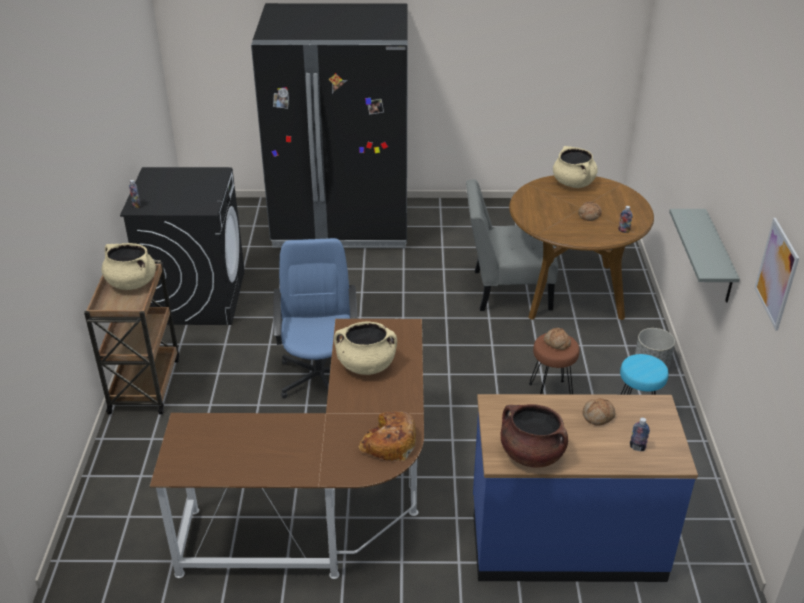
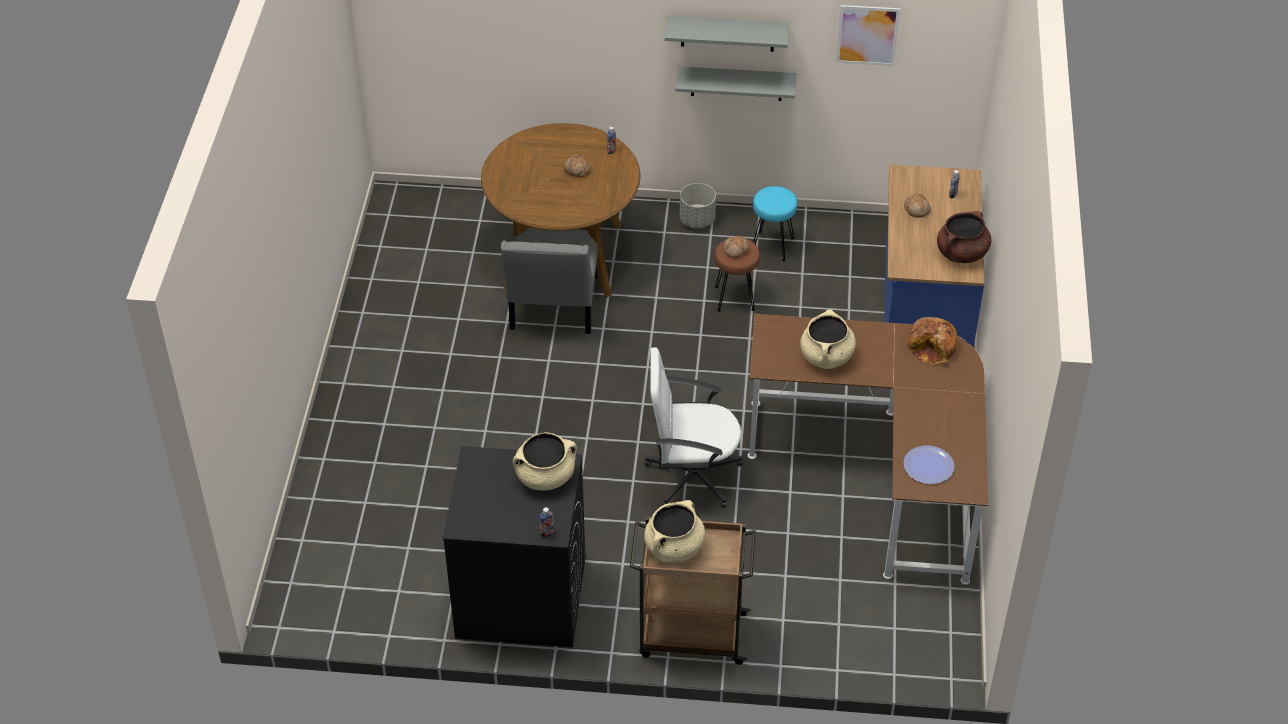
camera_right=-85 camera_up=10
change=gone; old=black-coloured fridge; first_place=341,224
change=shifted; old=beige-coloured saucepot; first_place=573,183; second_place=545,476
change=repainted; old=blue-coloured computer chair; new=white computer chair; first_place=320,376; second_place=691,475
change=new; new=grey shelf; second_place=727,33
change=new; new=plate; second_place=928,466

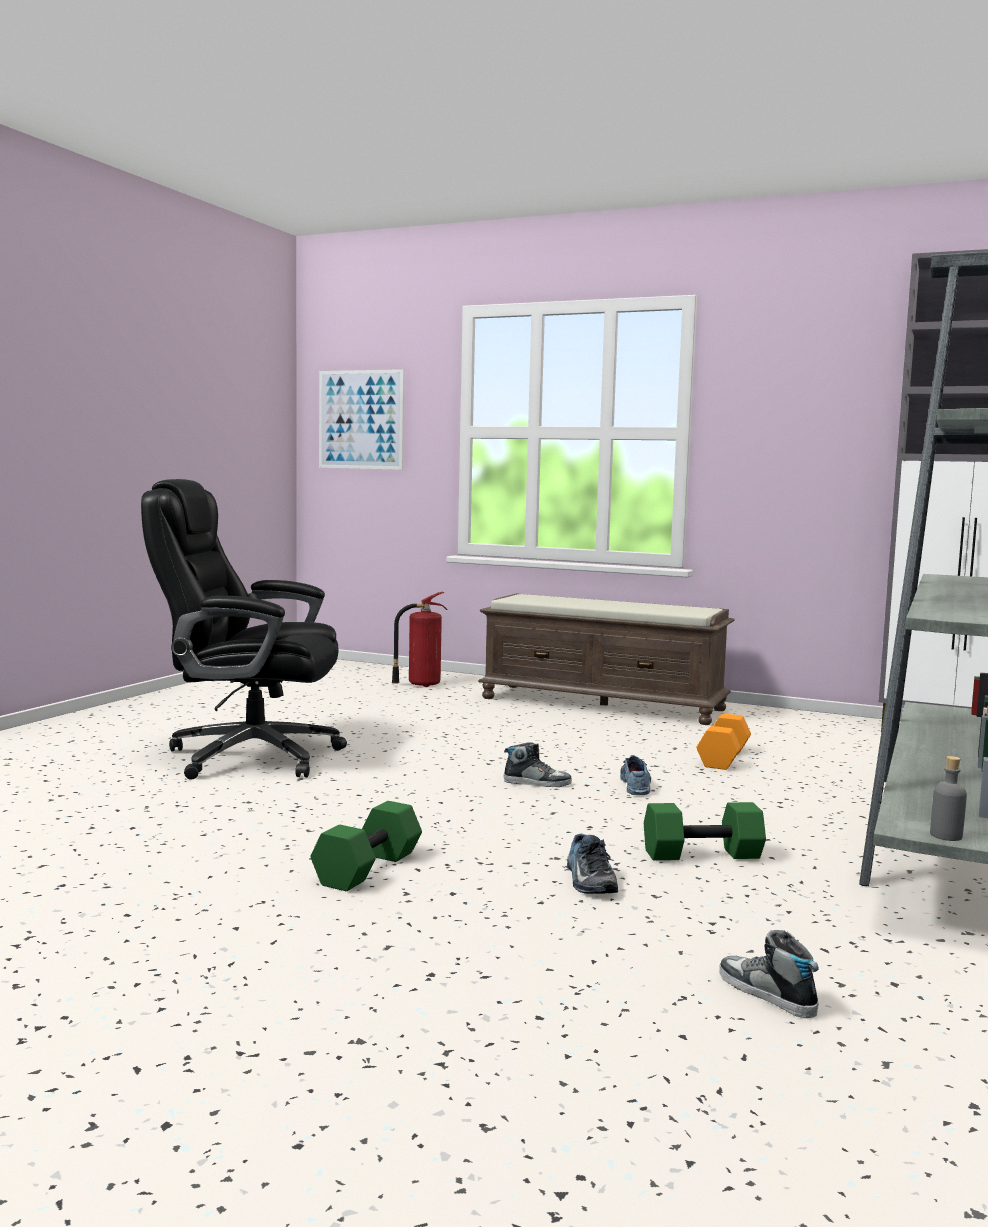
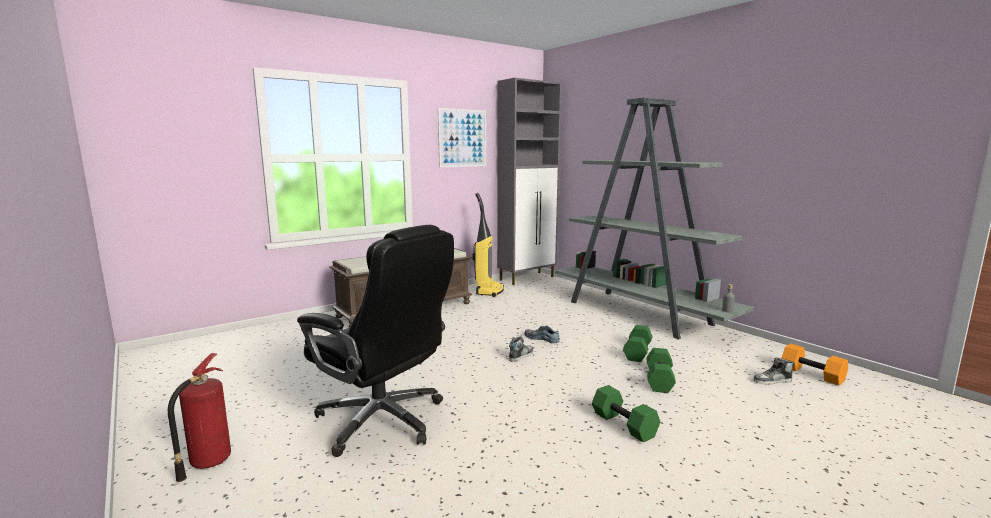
camera_right=-60 camera_up=5
change=shifted; old=picture; first_place=361,419; second_place=462,138
change=rotated; old=black-coloured computer chair; first_place=249,756; second_place=383,421; degrees=-90
change=shifted; old=fire-fighting cylinder; first_place=421,684; second_place=208,462
change=shifted; old=orangey free weight; first_place=724,758; second_place=813,374
change=swapped; old=low shoe; new=greenish free weight; first_place=588,880; second_place=658,380
change=new; new=hoover; second_place=489,291

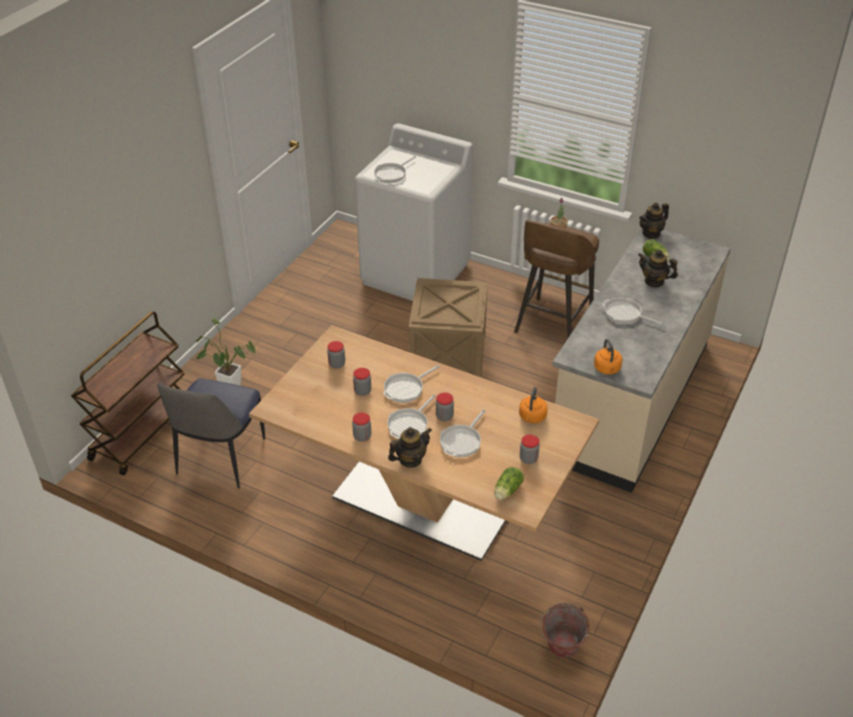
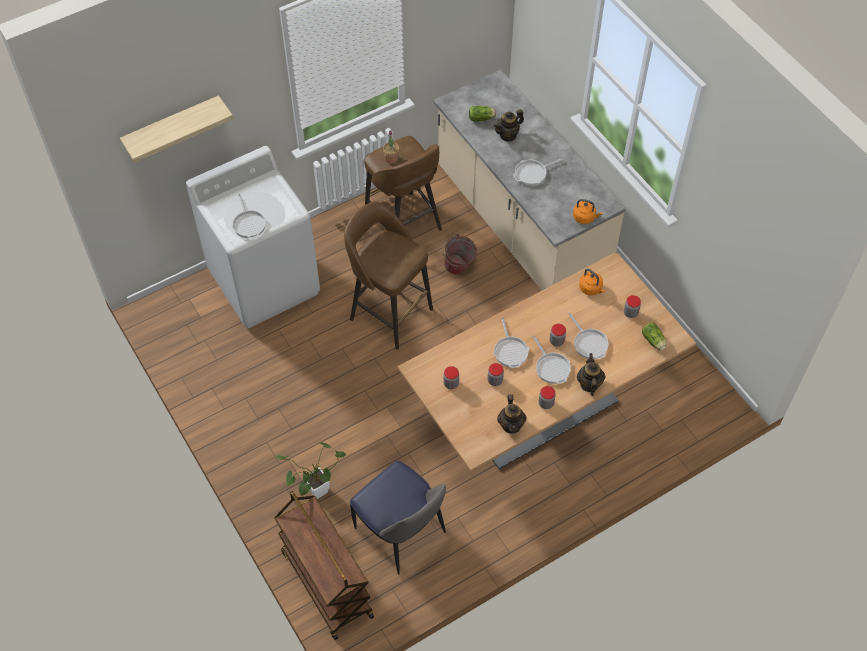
camera_right=-60 camera_up=15
change=shifted; old=teapot; first_place=651,233; second_place=511,425
change=swapped; old=crate; new=brownish sitting stool; first_place=448,355; second_place=389,313
change=shifted; old=bucket; first_place=560,651; second_place=459,270
change=new; new=shelf; second_place=172,128

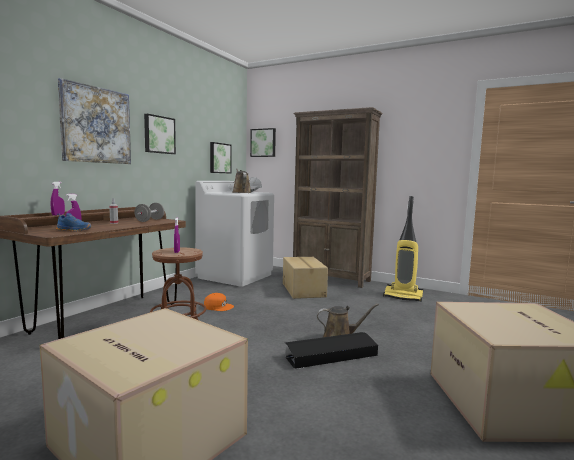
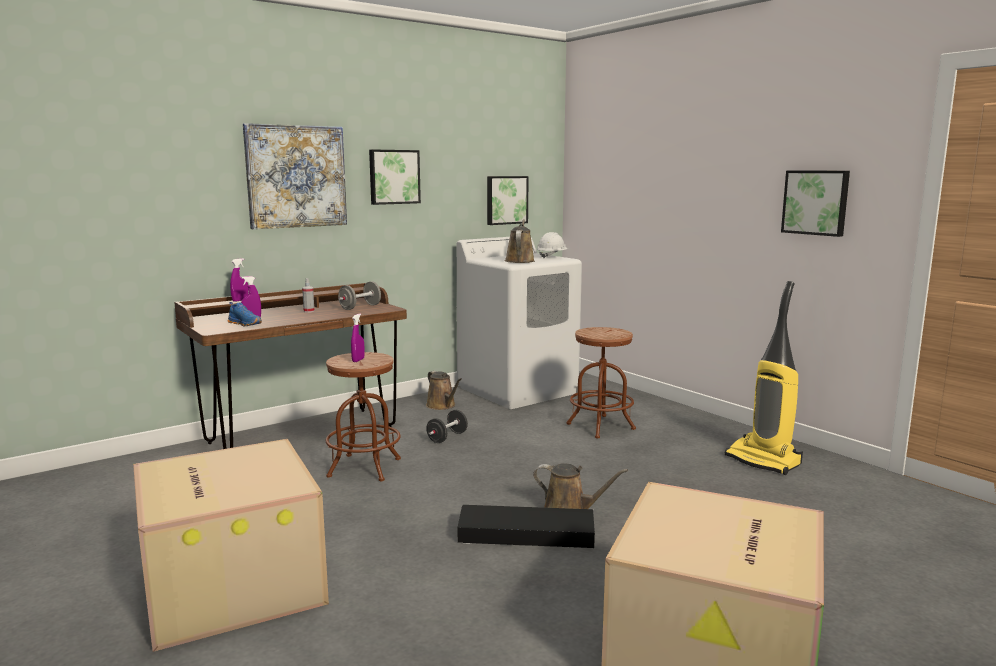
camera_right=25 camera_up=5
change=gone; old=brownish bookcase; first_place=331,279
change=shifted; old=picture; first_place=263,143; second_place=816,202
change=swapped; old=packing box; new=brownish sitting stool; first_place=304,290; second_place=600,426
change=swapped; old=orangey peaked cap; new=black-coloured free weight; first_place=218,306; second_place=447,437
change=new; new=brownish watering can; second_place=442,406

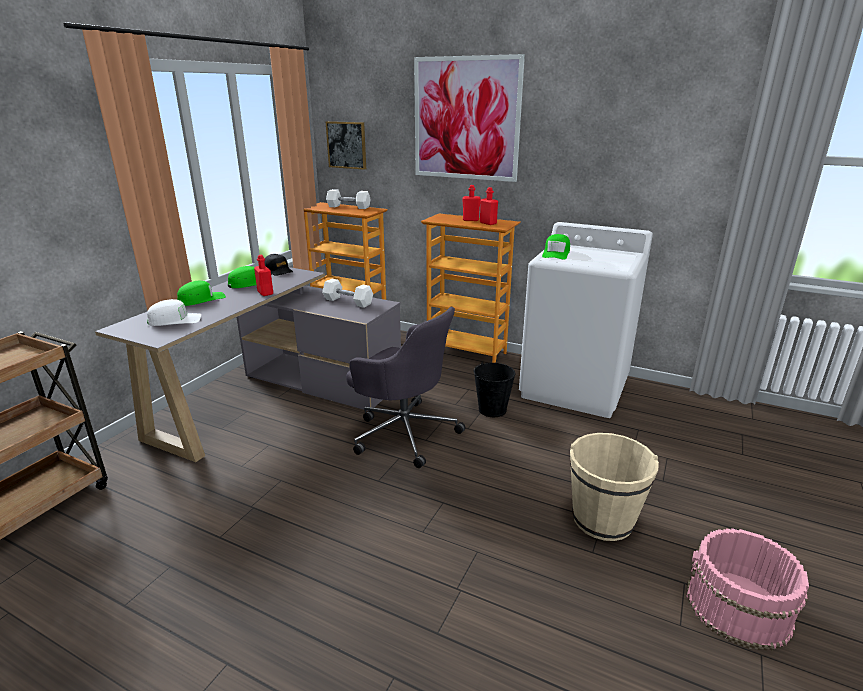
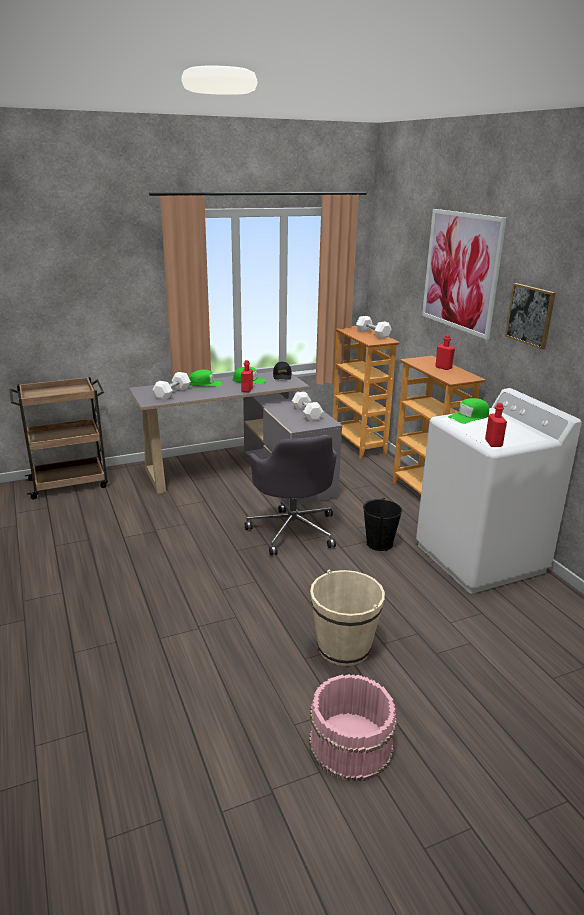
camera_right=40 camera_up=0
change=shifted; old=picture; first_place=346,145; second_place=530,315
change=shifted; old=red beverage bottle; first_place=488,223; second_place=493,443
change=swapped; old=white peaked cap; new=white free weight; first_place=175,320; second_place=172,393

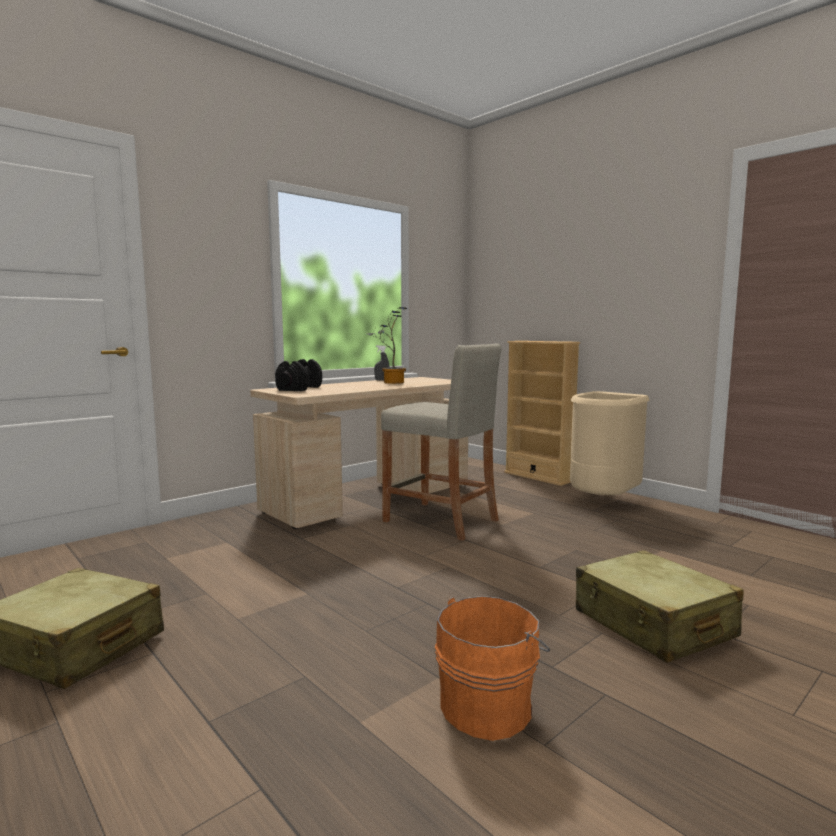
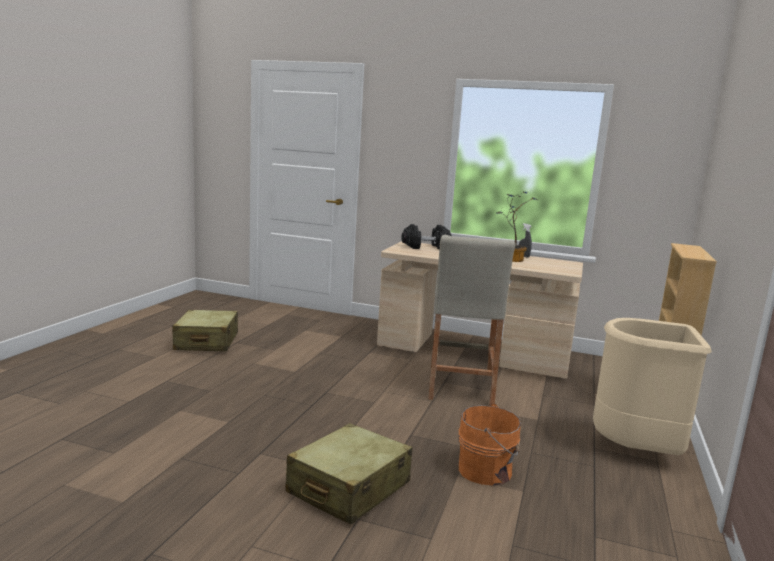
camera_right=60 camera_up=5
change=shifted; old=orangey bucket; first_place=489,706; second_place=487,471

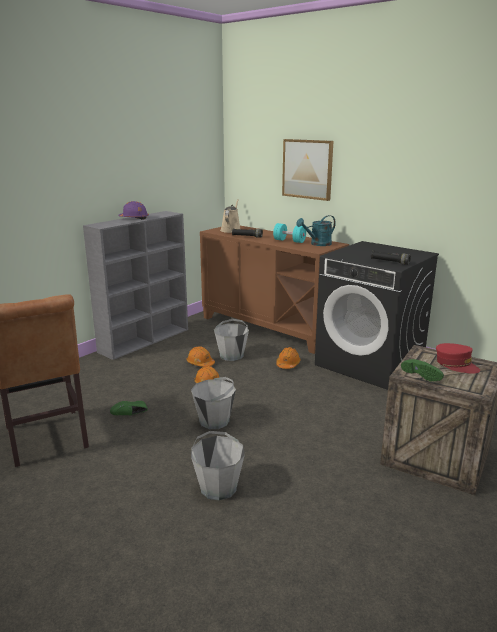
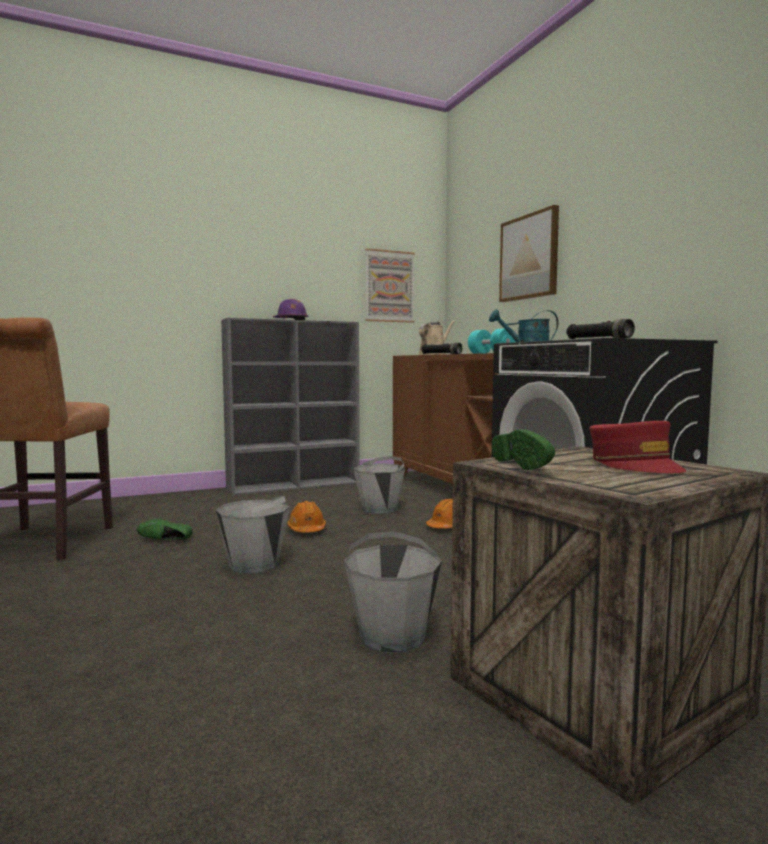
camera_right=25 camera_up=-15
change=gone; old=orangey safety helmet; first_place=200,363
change=shifted; old=grey bucket; first_place=218,487; second_place=392,636
change=new; new=picture; second_place=389,286

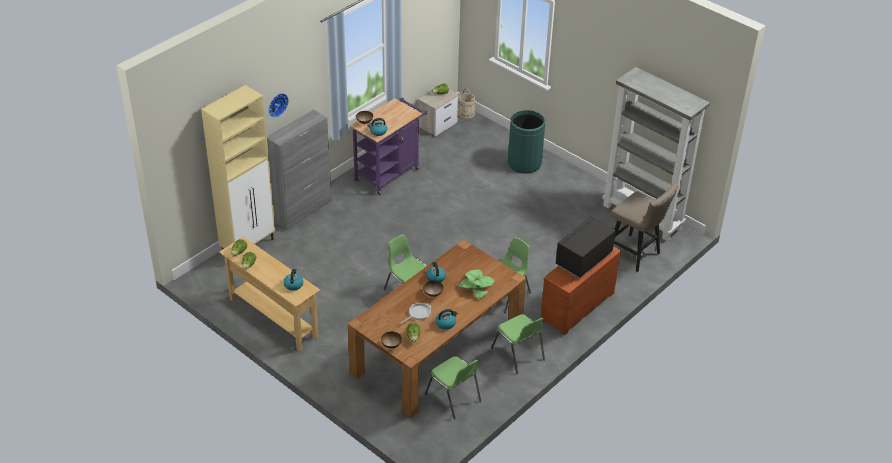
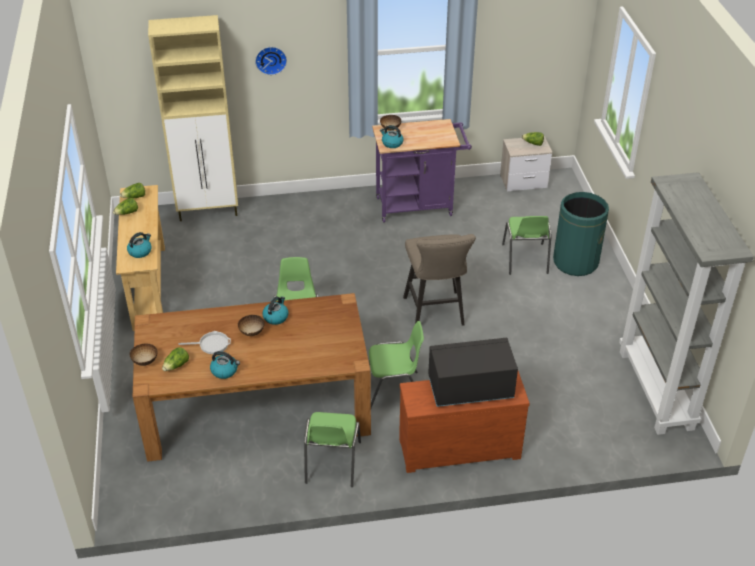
camera_right=40 camera_up=0
change=gone; old=beige-coloured bucket; first_place=466,113
change=gone; old=grey cupboard; first_place=303,211
change=shifted; old=beige-coloured sitting stool; first_place=636,255; second_place=435,314
change=gone; old=houseplant; first_place=476,286
change=shifted; old=greenish upright chair; first_place=453,398; second_place=525,259

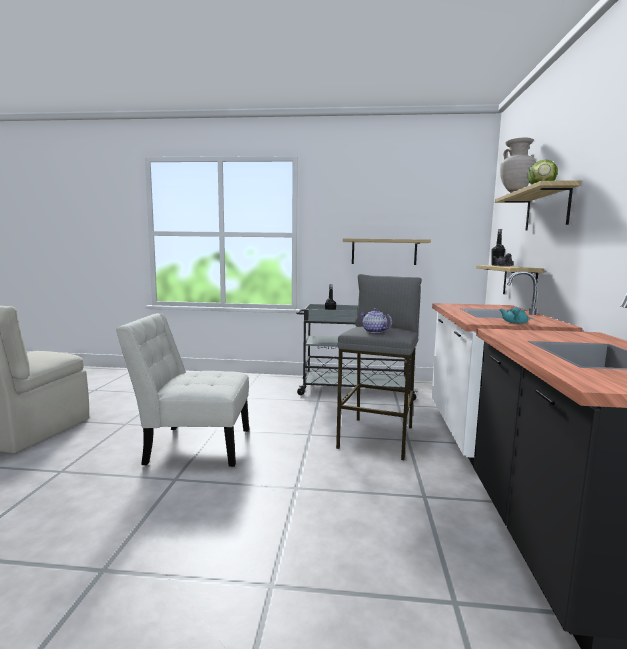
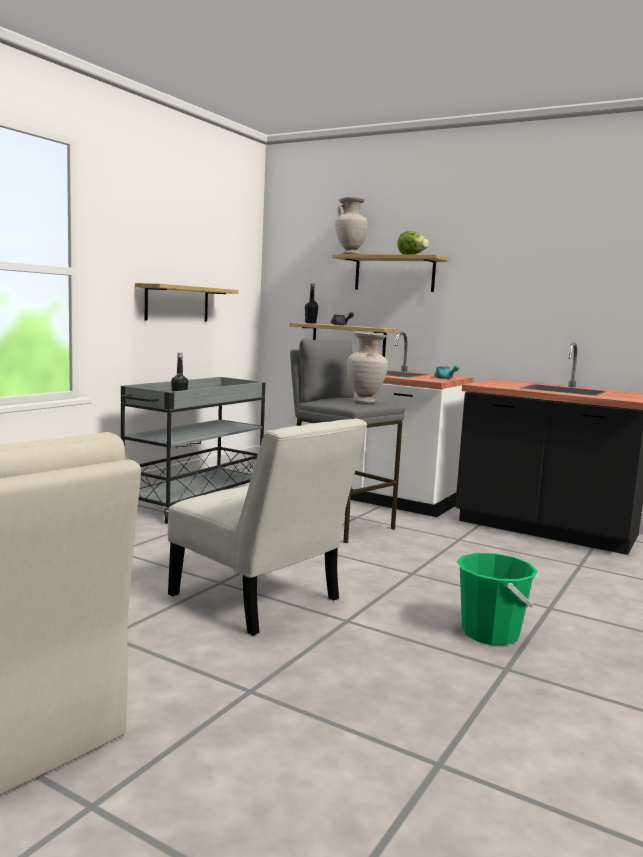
camera_right=-65 camera_up=0
change=swapped; old=teapot; new=beige-coloured vase; first_place=374,331; second_place=365,402
change=rotated; old=white upright chair; first_place=193,445; second_place=260,601; degrees=-75
change=new; new=greenish bucket; second_place=490,633

